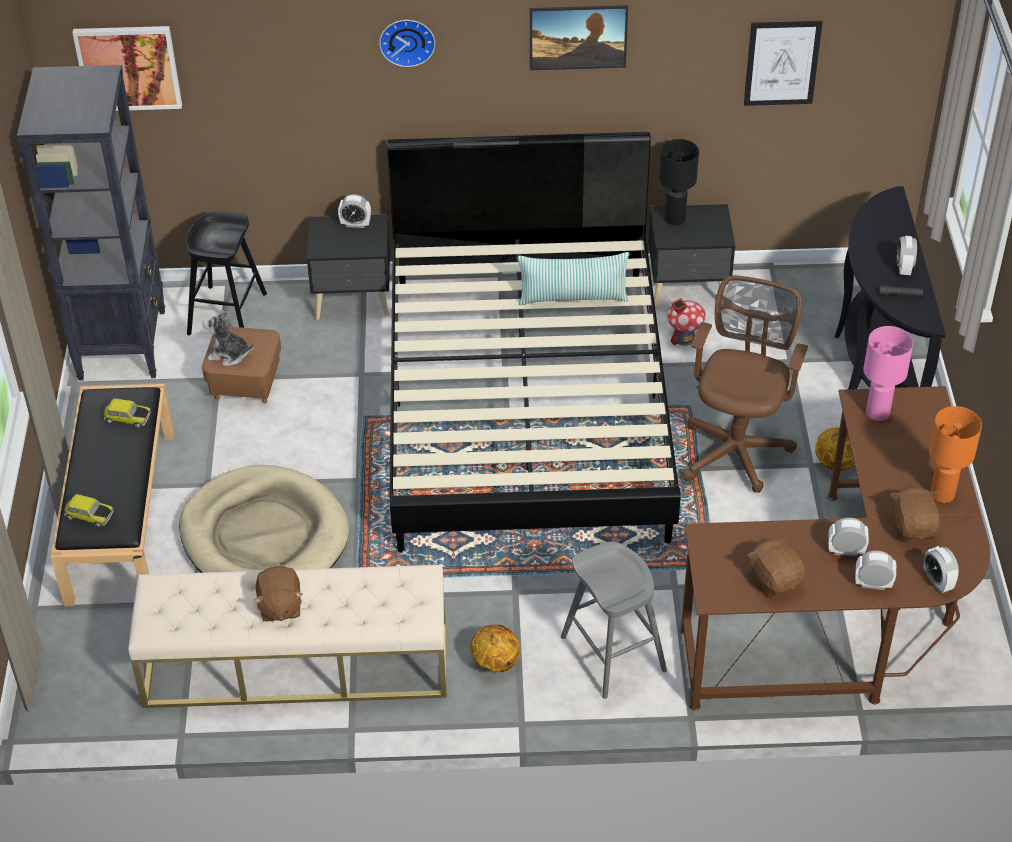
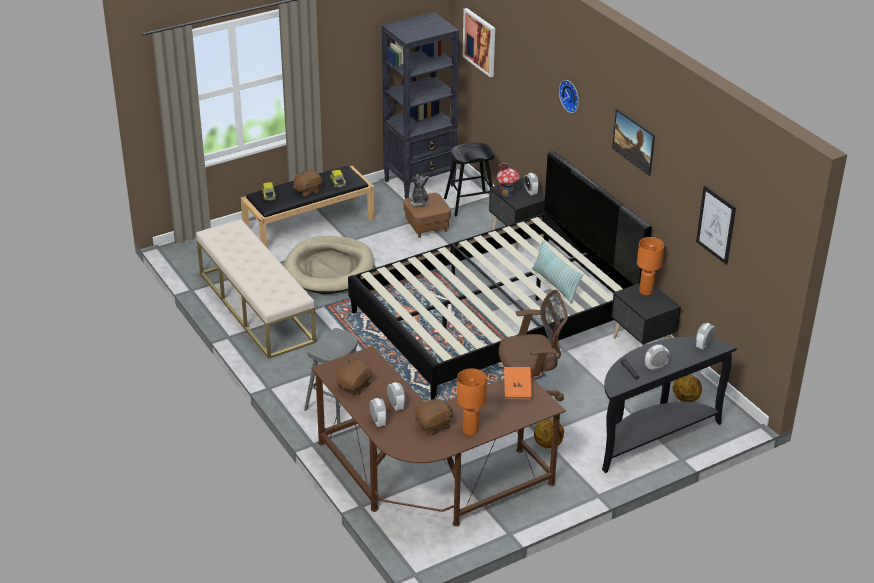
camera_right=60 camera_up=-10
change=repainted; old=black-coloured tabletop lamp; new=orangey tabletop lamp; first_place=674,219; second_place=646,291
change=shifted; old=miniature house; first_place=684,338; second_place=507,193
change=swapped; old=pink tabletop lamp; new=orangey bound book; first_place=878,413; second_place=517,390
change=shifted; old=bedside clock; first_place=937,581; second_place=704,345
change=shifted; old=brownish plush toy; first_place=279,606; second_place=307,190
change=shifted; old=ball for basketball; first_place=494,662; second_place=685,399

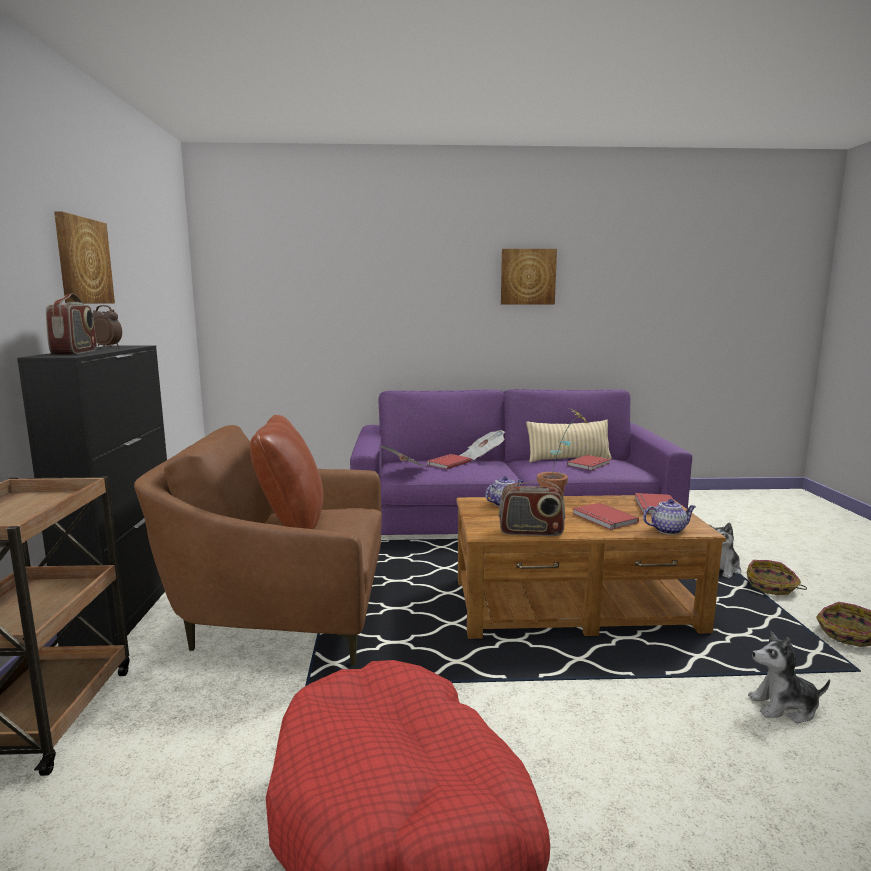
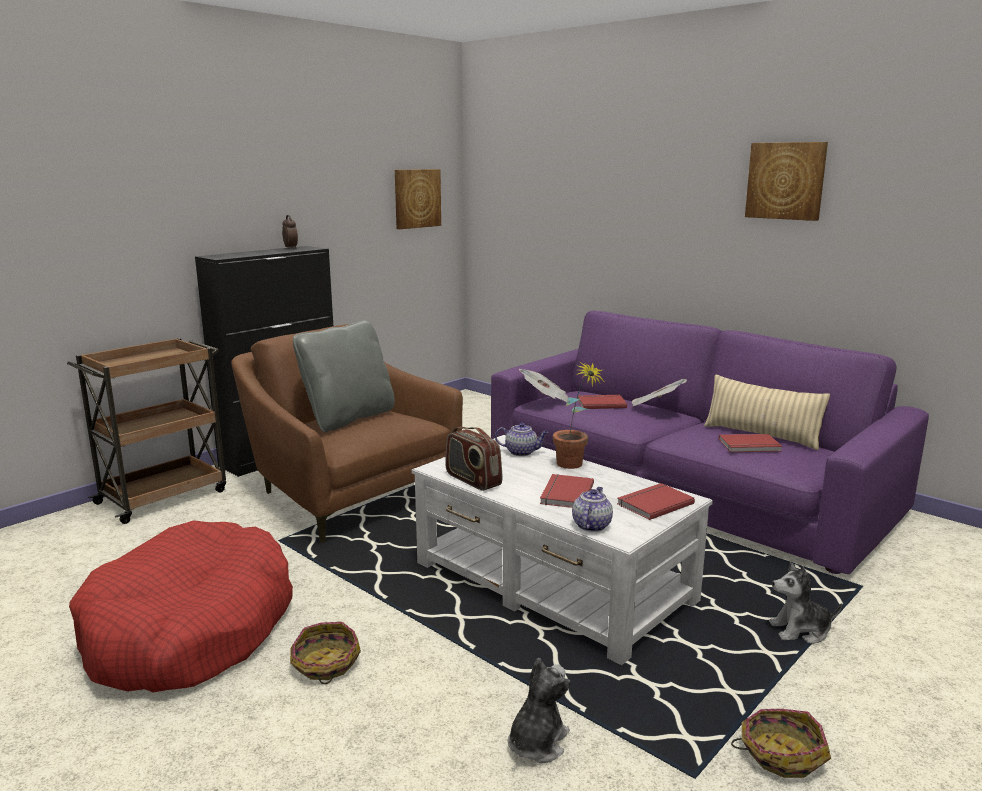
camera_right=45 camera_up=5
change=shifted; old=picture; first_place=83,261; second_place=416,198
change=gone; old=radio set; first_place=75,352
change=repainted; old=brownish cushion; new=grey cushion; first_place=292,524; second_place=348,418
change=repainted; old=brownish coffee table; new=white coffee table; first_place=575,606; second_place=552,583
change=rotated; old=teapot; first_place=668,530; second_place=591,525; degrees=-105
change=shifted; old=basket; first_place=771,587; second_place=325,664
change=rotated; old=plush toy; first_place=784,707; second_place=536,743; degrees=75

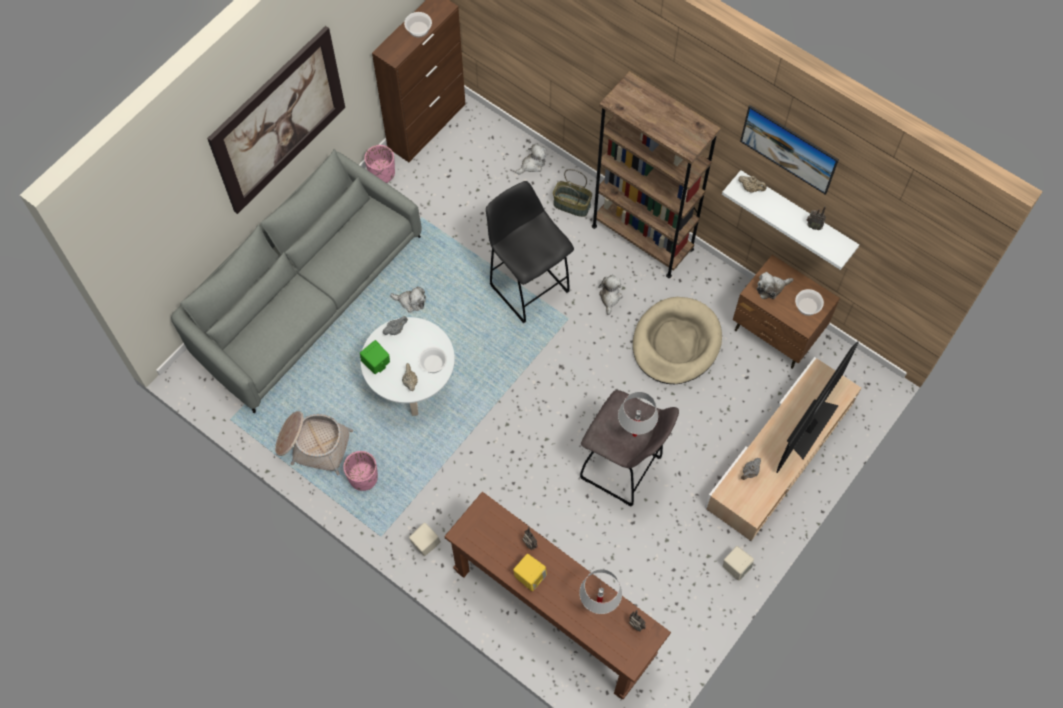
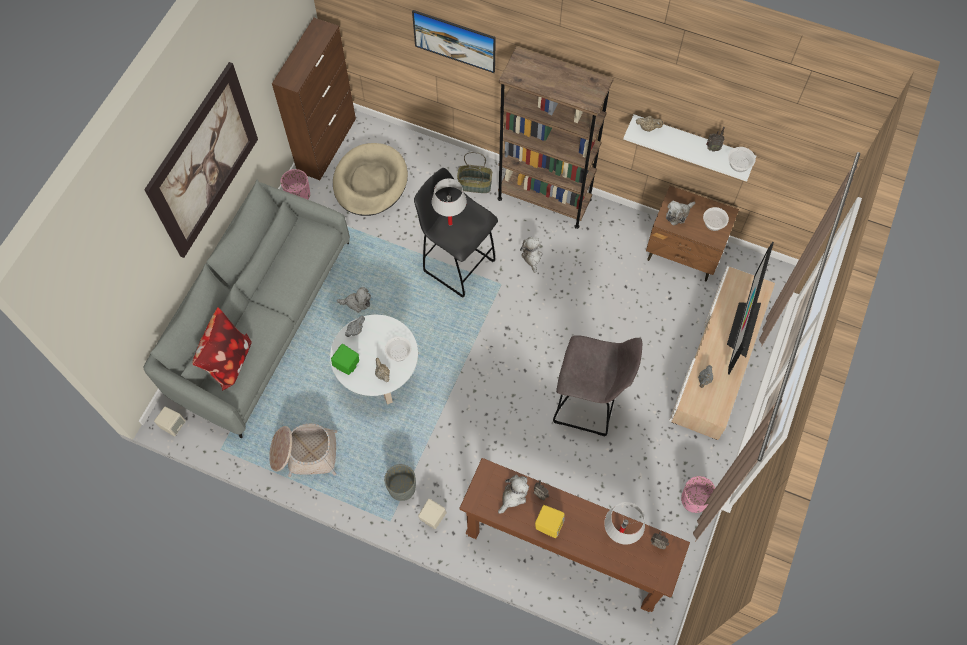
camera_right=-15 camera_up=0
change=shifted; old=deep dish; first_place=419,29; second_place=739,163
change=shifted; old=picture; first_place=786,158; second_place=454,50
change=shifted; old=plush toy; first_place=532,164; second_place=513,496
change=shifted; old=beige-coloured dog cushion; first_place=676,343; second_place=370,182
change=shifted; old=white tabletop lamp; first_place=634,434; second_place=450,223
change=shifted; old=pink flower pot; first_place=363,477; second_place=694,499
change=shifted; old=beige-coloured loudspeaker; first_place=735,567; second_place=173,425
change=new; new=cushion; second_place=228,361
change=new; new=grey flower pot; second_place=401,488

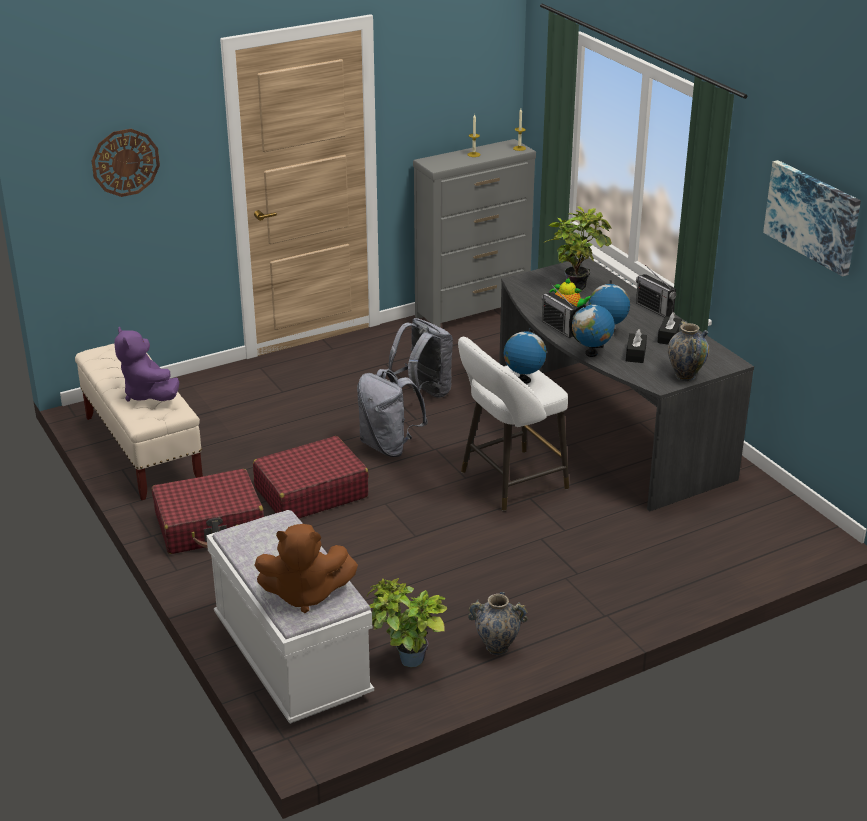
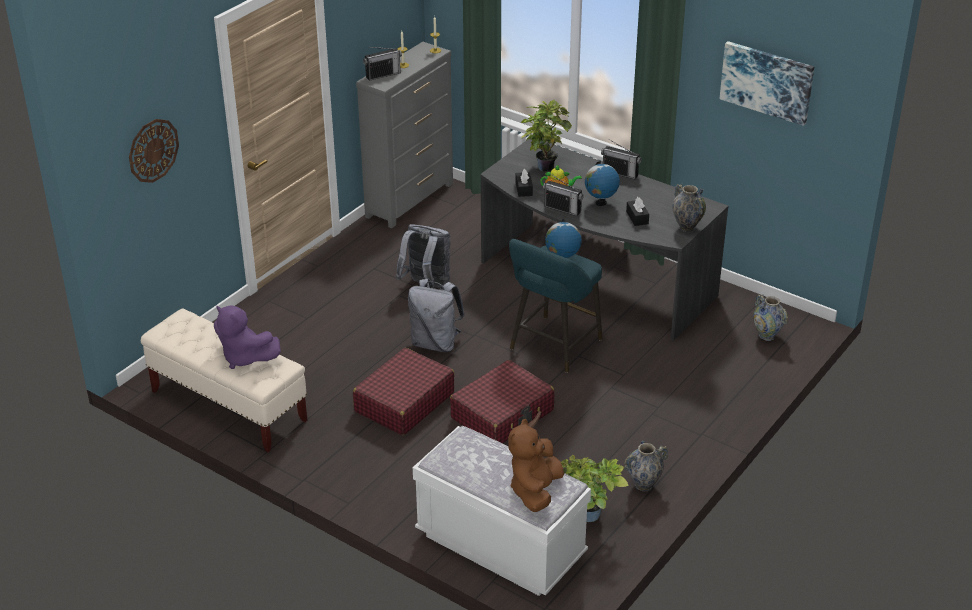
camera_right=-25 camera_up=5
change=gone; old=globe; first_place=591,353
change=shifted; old=black-coloured box of tissues; first_place=669,337; second_place=524,189
change=repainted; old=white sitting stool; new=blue-green sitting stool; first_place=508,482; second_place=553,347
change=shifted; old=red piece of luggage; first_place=210,525; second_place=502,414
change=rotated; old=brownish plush toy; first_place=305,594; second_place=535,491; degrees=135
change=new; new=radio set; second_place=383,75
change=new; new=vase; second_place=767,336

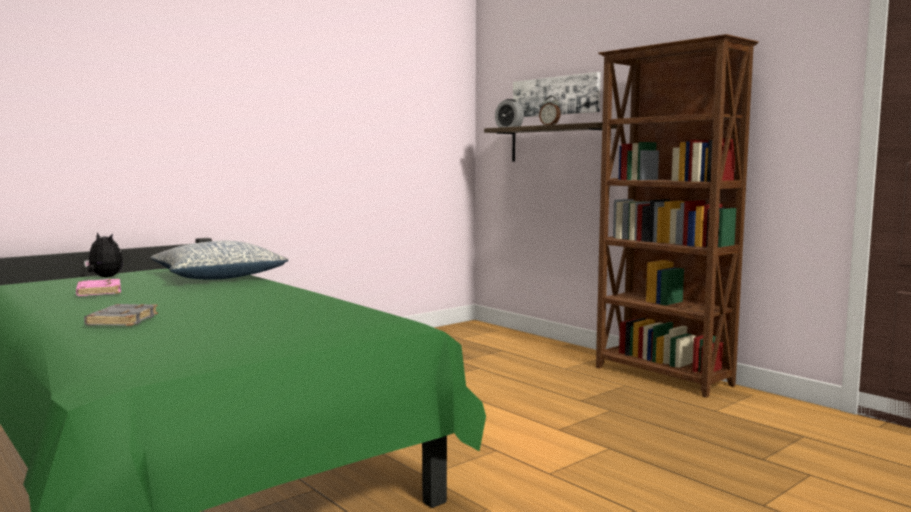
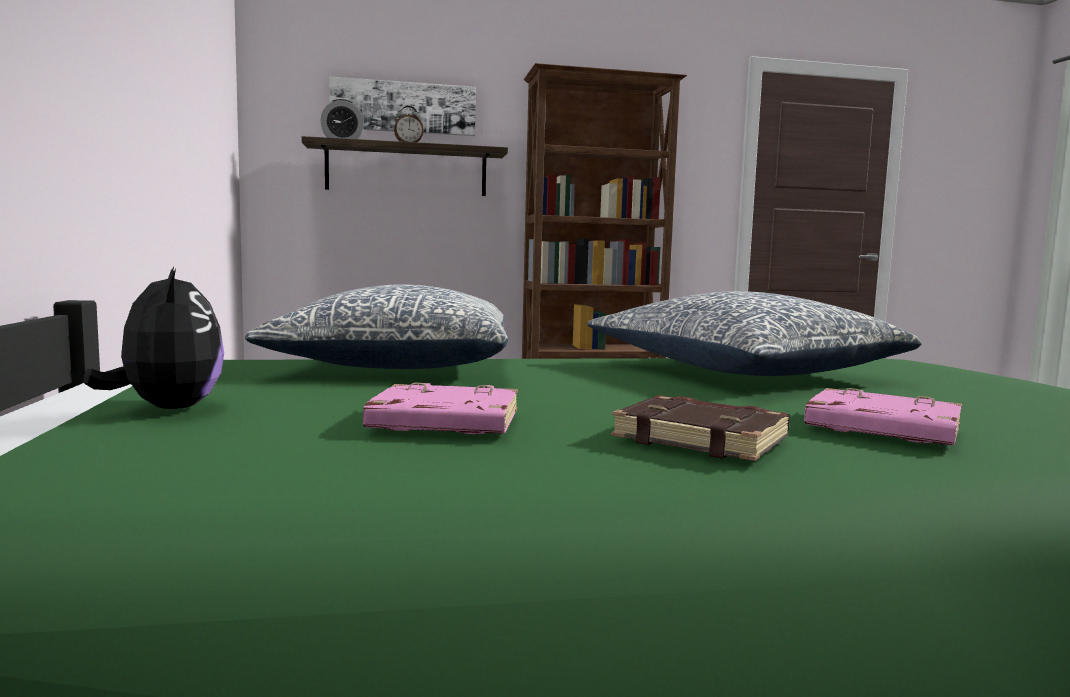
camera_right=-60 camera_up=0
change=rotated; old=plush toy; first_place=104,277; second_place=167,408; degrees=90
change=repainted; old=grey bound book; new=pink bound book; first_place=122,320; second_place=880,429
change=new; new=cushion; second_place=739,372
change=new; new=brownish bound book; second_place=703,439

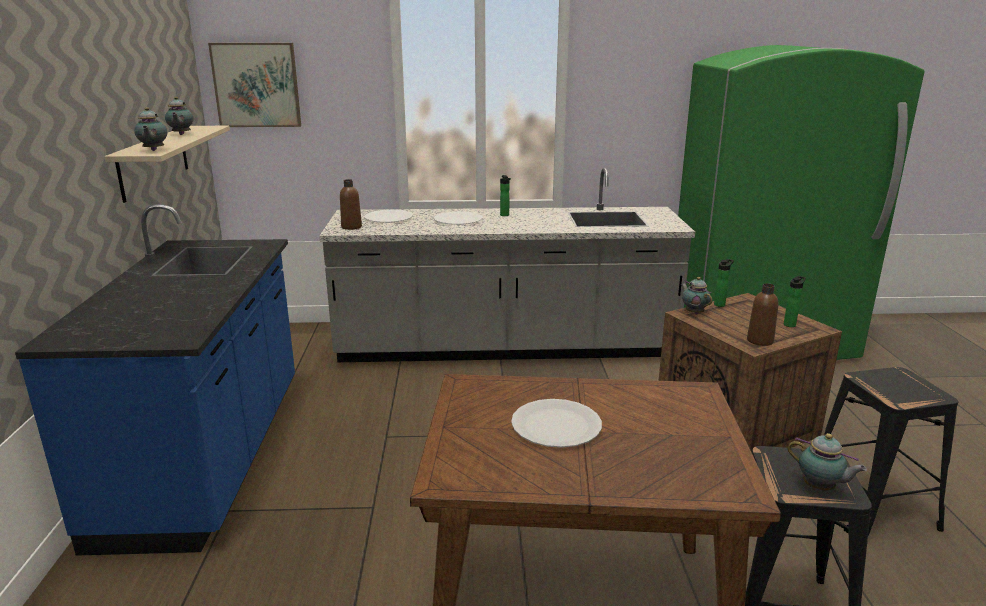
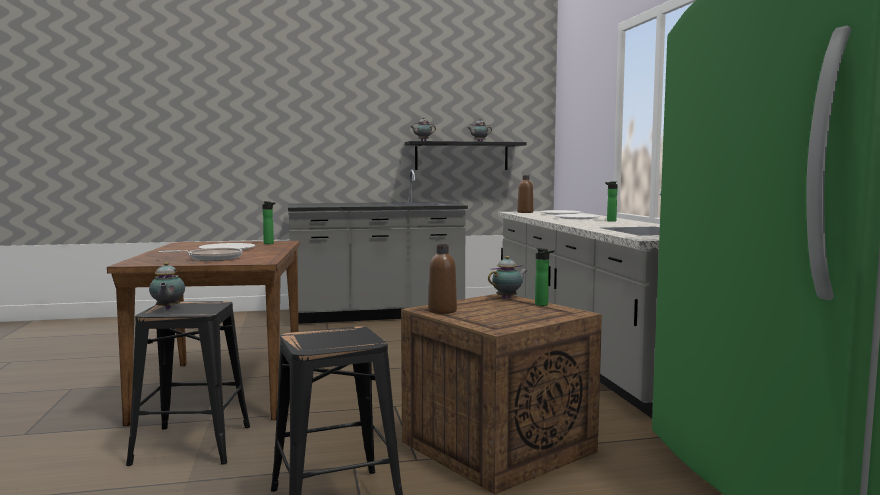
camera_right=80 camera_up=-15
change=gone; old=picture; first_place=256,85
change=repainted; old=beige-coloured shelf; new=black-coloured shelf; first_place=154,161; second_place=461,156
change=repainted; old=blue-coloured kitchen base unit; new=grey kitchen base unit; first_place=209,457; second_place=376,314
change=shifted; old=beverage bottle; first_place=790,324; second_place=269,243
change=rotated; old=teapot; first_place=820,488; second_place=167,309; degrees=-45
change=new; new=frying pan; second_place=212,258

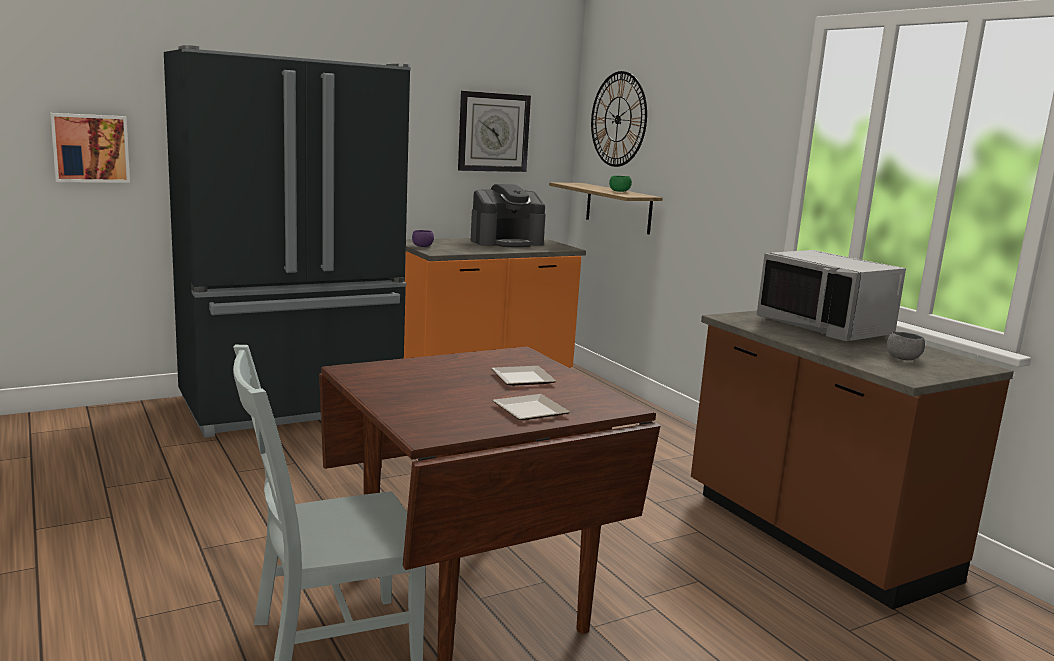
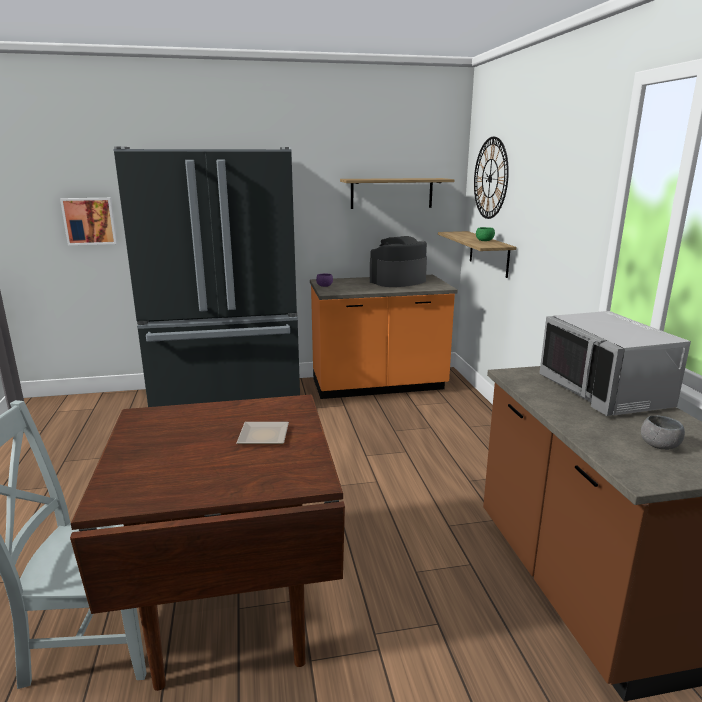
camera_right=20 camera_up=5
change=swapped; old=wall clock; new=shelf; first_place=493,132; second_place=391,193
change=rotated; old=coffee brewer; first_place=507,242; second_place=398,281; degrees=150
change=gone; old=plate; first_place=527,411

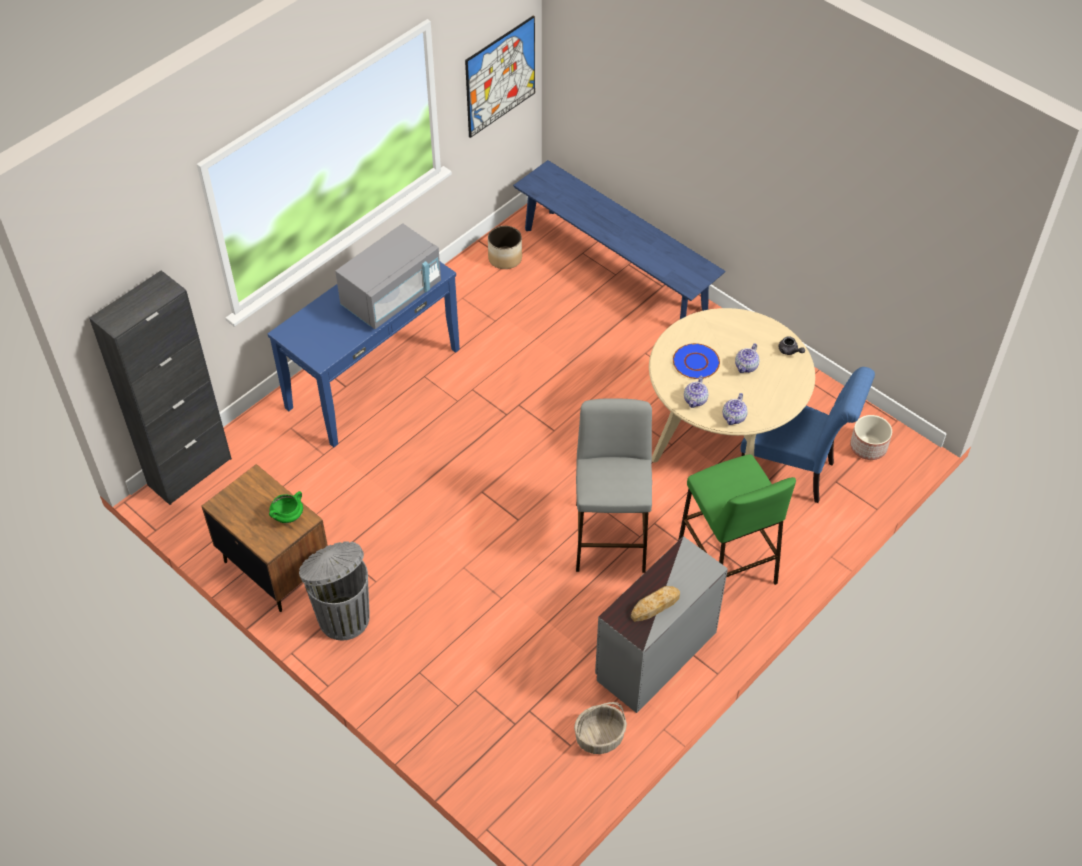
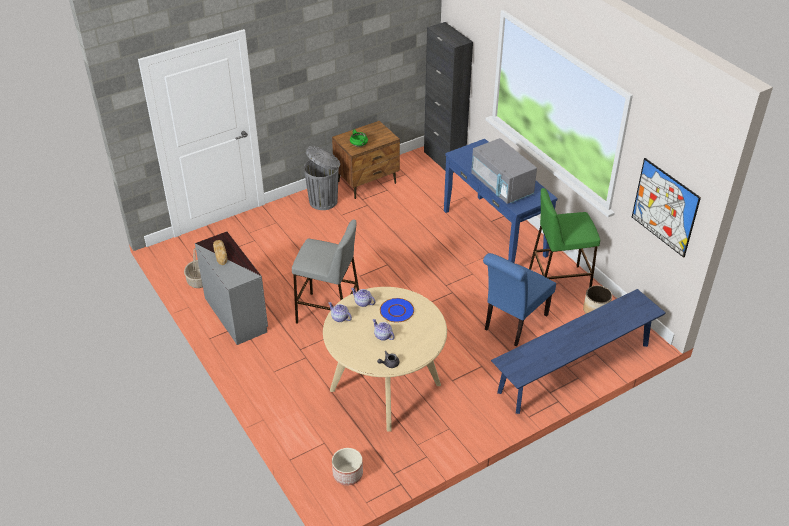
camera_right=105 camera_up=-10
change=shifted; old=blue-coloured upright chair; first_place=793,472; second_place=513,324
change=shifted; old=greenish sitting stool; first_place=727,563; second_place=558,282

